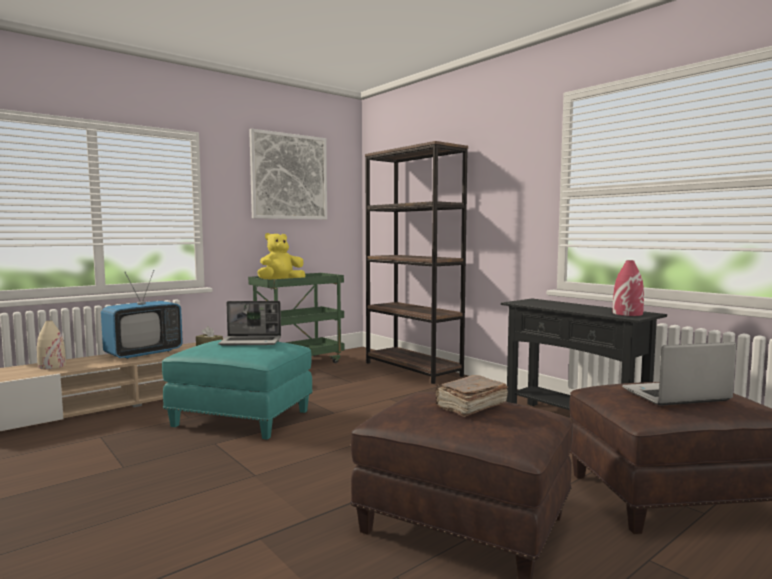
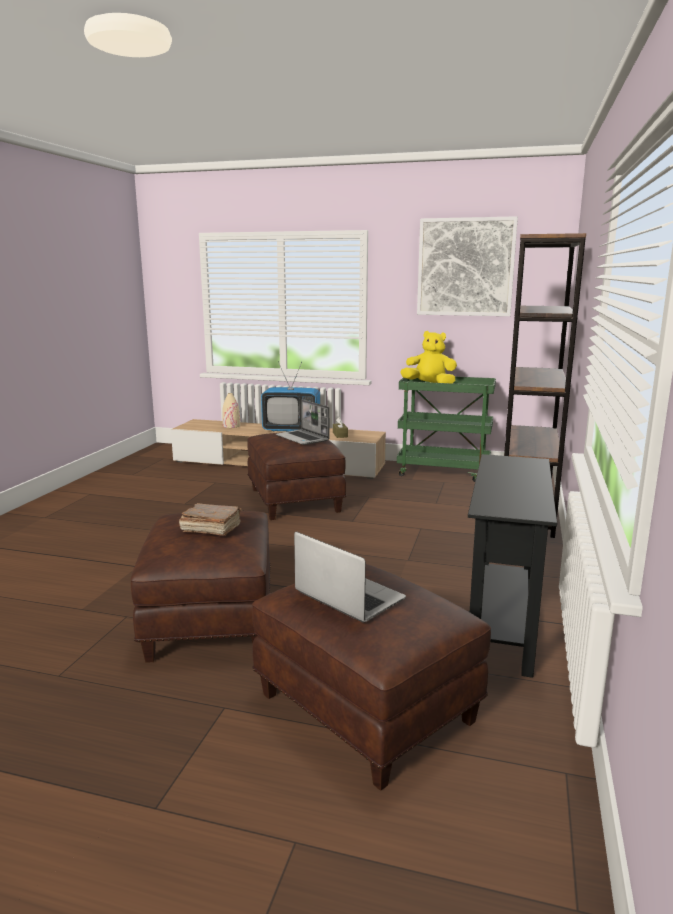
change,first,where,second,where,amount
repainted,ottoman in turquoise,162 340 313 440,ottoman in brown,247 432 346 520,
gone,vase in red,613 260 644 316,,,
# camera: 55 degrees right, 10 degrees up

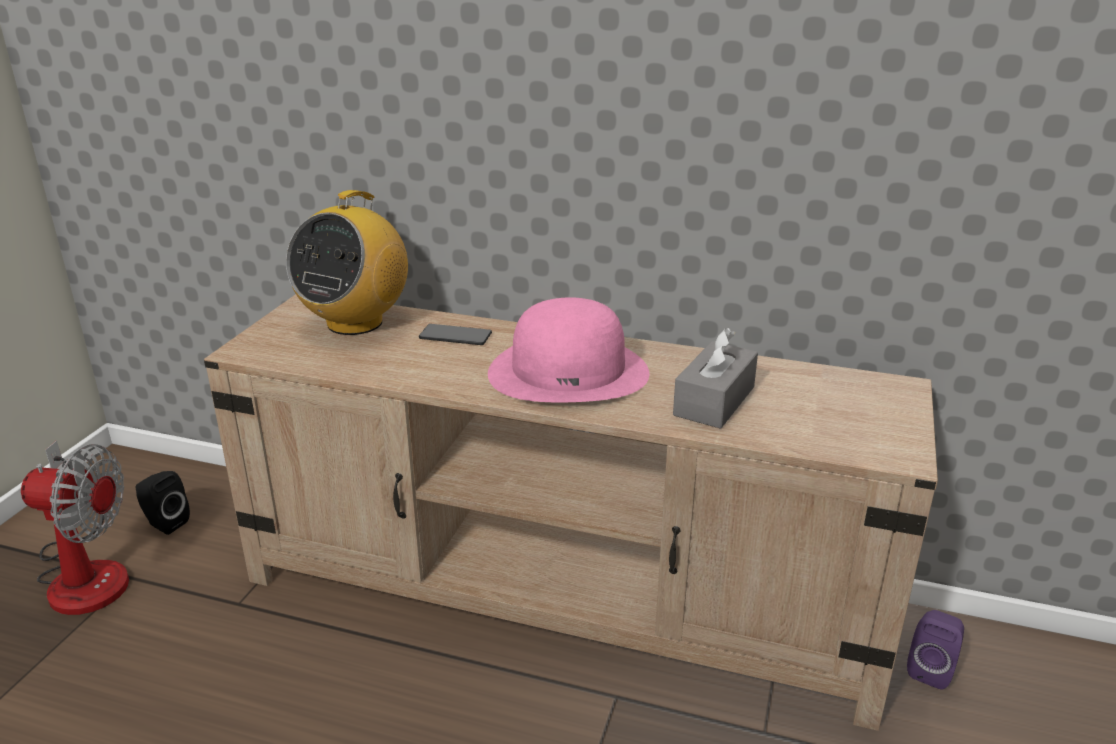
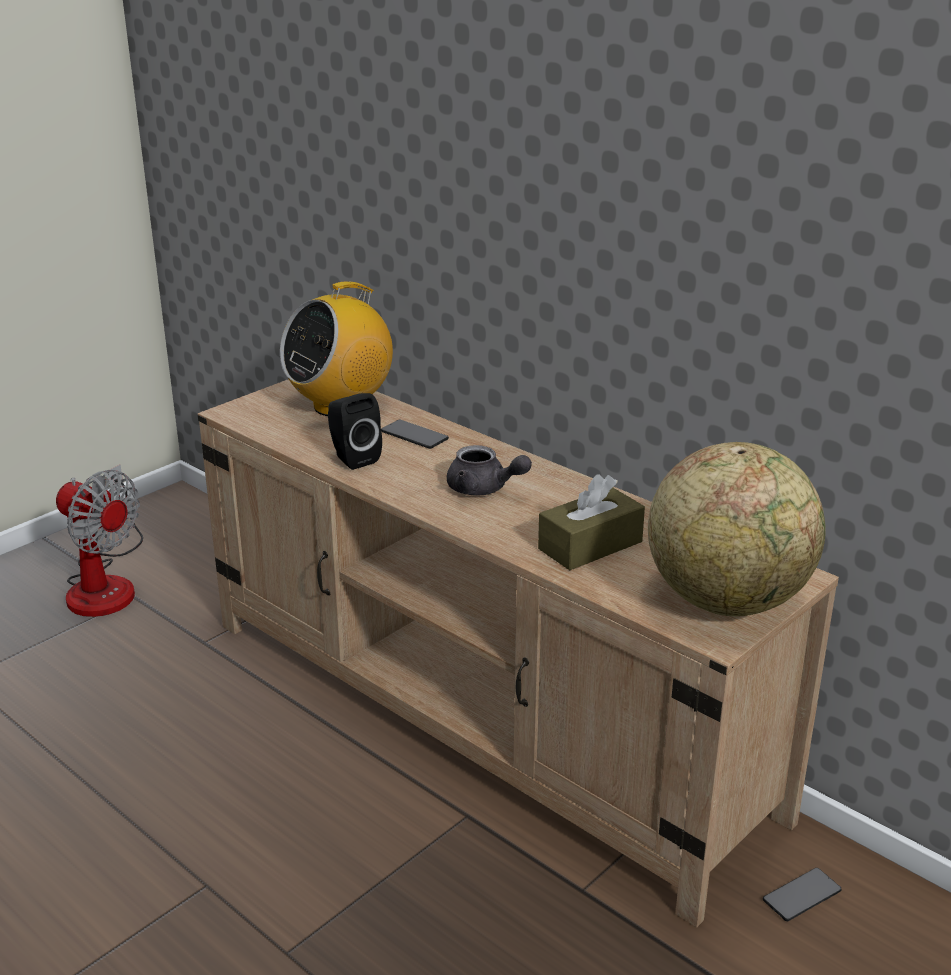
change,first,where,second,where,amount
shifted,speaker in black,136 471 190 535,,328 393 382 470,
swapped,hat in pink,488 297 649 402,teapot in grey,447 445 532 495,
repainted,tissue box in grey,673 328 758 429,tissue box in brown,538 474 645 570,
swapped,speaker in purple,907 610 964 689,phone,763 868 841 921,
new,,,globe,648 442 826 616,
# camera: 25 degrees right, 0 degrees up

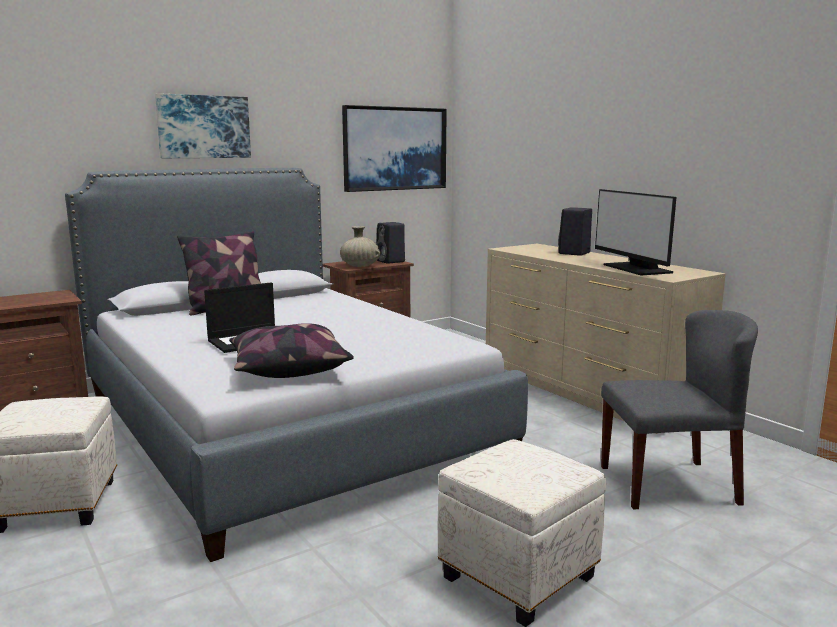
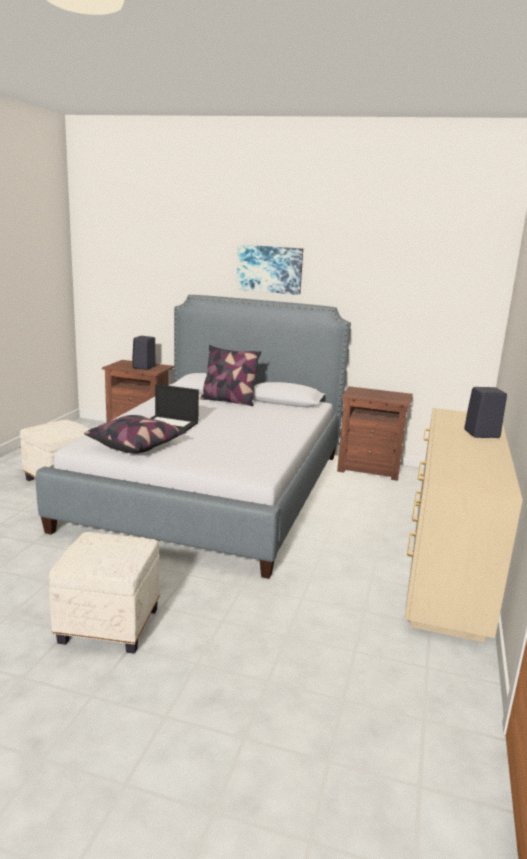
change,first,where,second,where,amount
gone,vase in beige,340 226 381 267,,,
gone,picture,342 105 447 192,,,
shifted,speaker in black,377 222 405 264,,132 336 156 370,
gone,monitor,595 189 677 275,,,
gone,chair in grey,601 310 758 509,,,
# camera: 50 degrees right, 5 degrees up

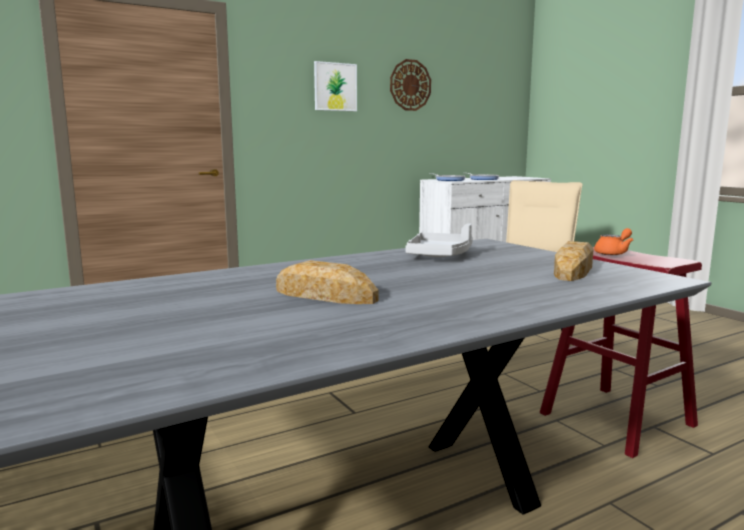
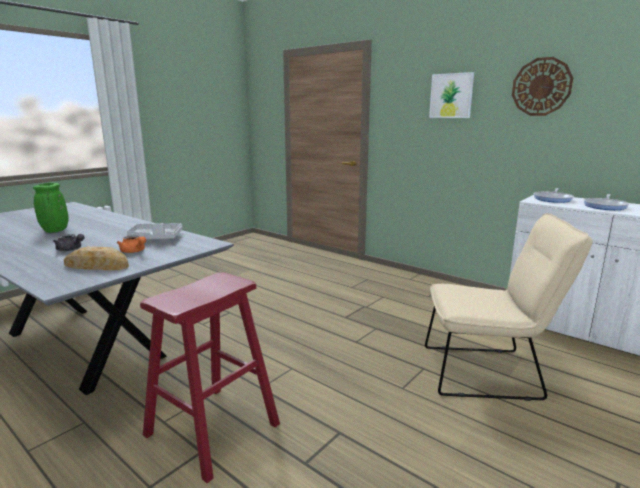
change,first,where,second,where,amount
swapped,bread,276 260 379 304,vase in green,33 183 68 233,
shifted,teapot in orange,594 228 633 255,,117 236 146 253,
new,,,teapot in grey,53 234 85 251,
# camera: 70 degrees right, 5 degrees up

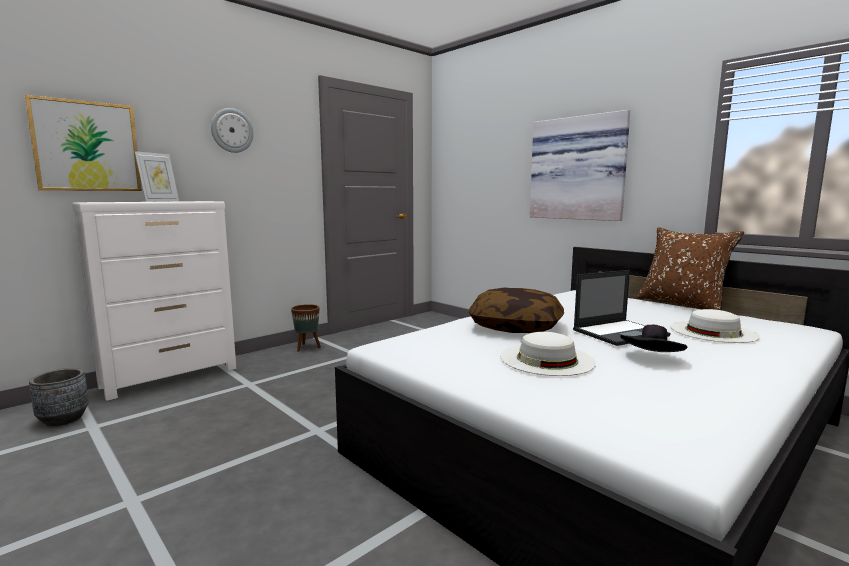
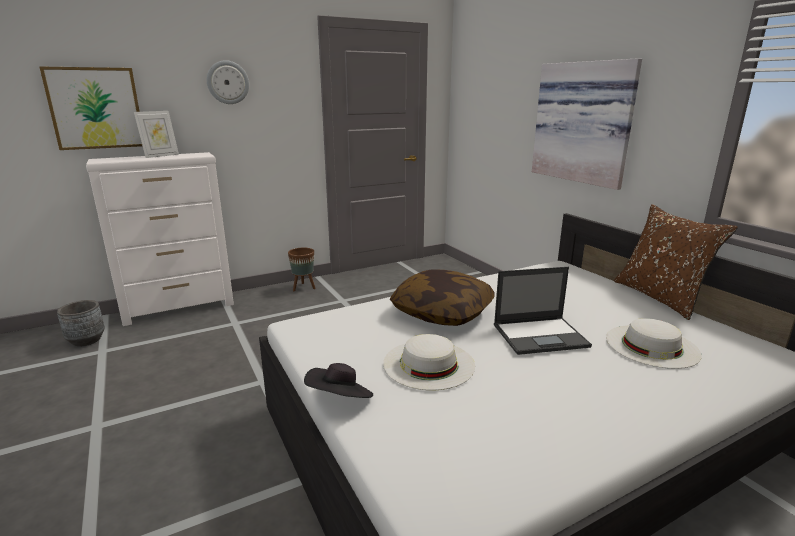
change,first,where,second,where,amount
shifted,hat in black,620 325 687 352,,304 363 373 398,
# camera: 15 degrees right, 10 degrees up

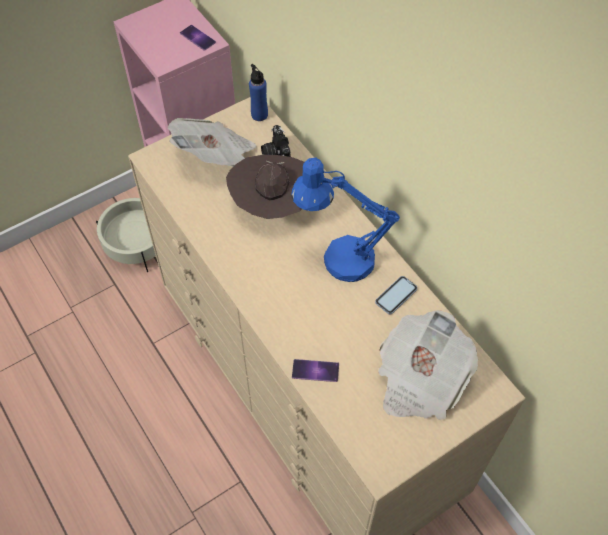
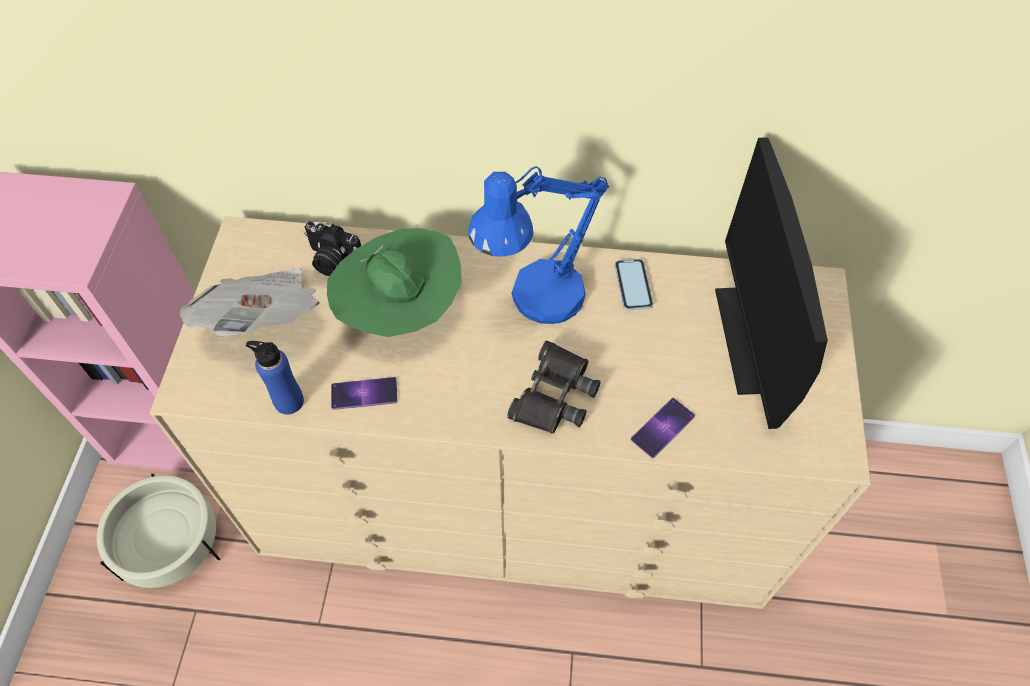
change,first,where,second,where,amount
shifted,phone,180 25 216 51,,331 377 398 410,
repainted,hat in brown,226 155 304 219,hat in green,327 228 462 337,
shifted,bottle in blue,249 64 268 121,,246 341 304 414,
swapped,newspaper,378 310 478 420,monitor,715 137 828 429,
new,,,binoculars in black,507 340 601 434,
# camera: 50 degrees left, 0 degrees up

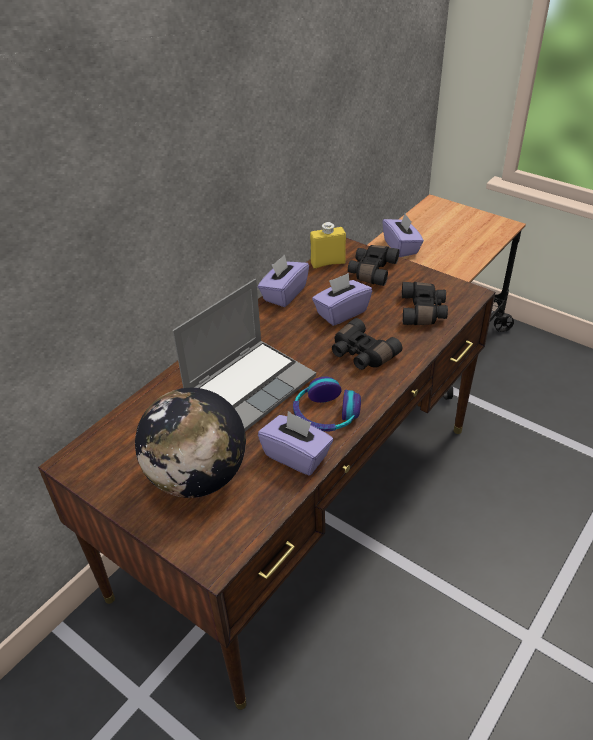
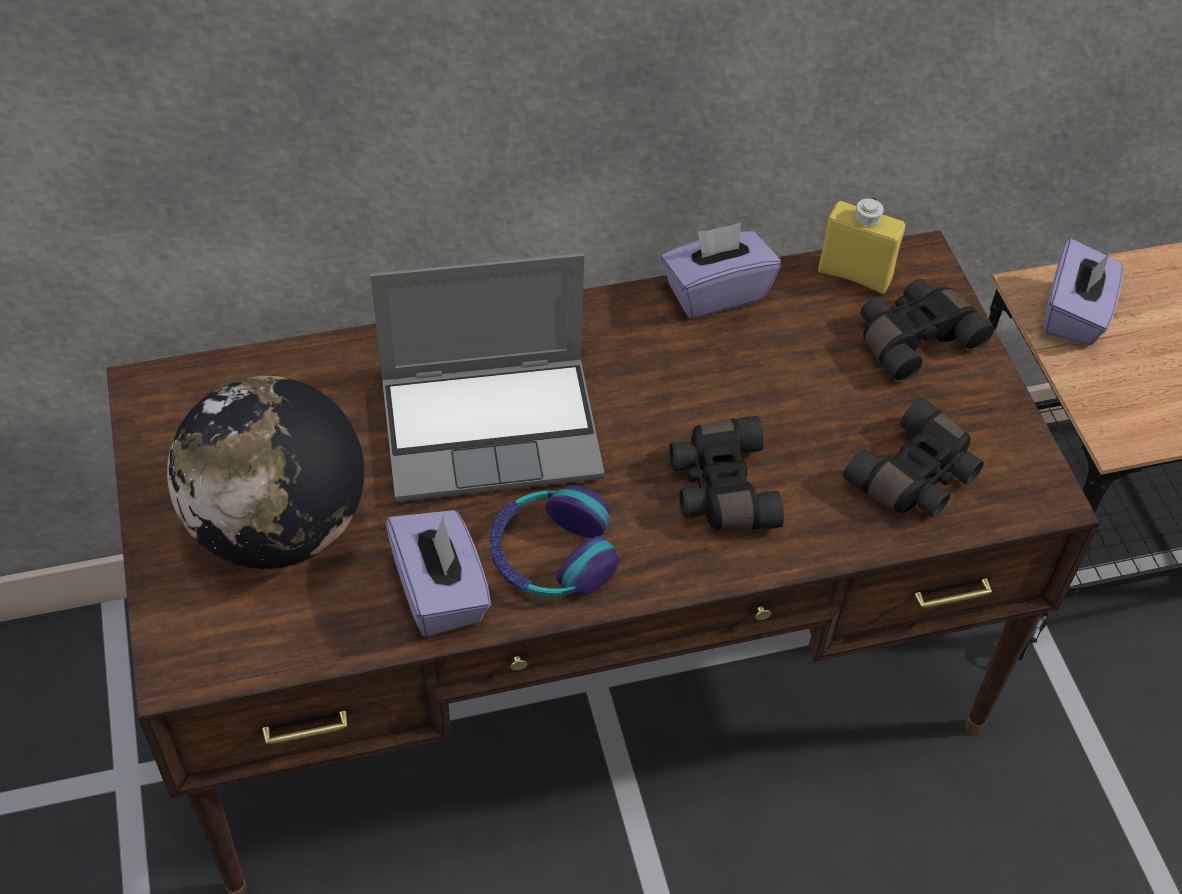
change,first,where,second,where,amount
gone,tissue box in purple,312 273 372 326,,,
# camera: 35 degrees right, 10 degrees up

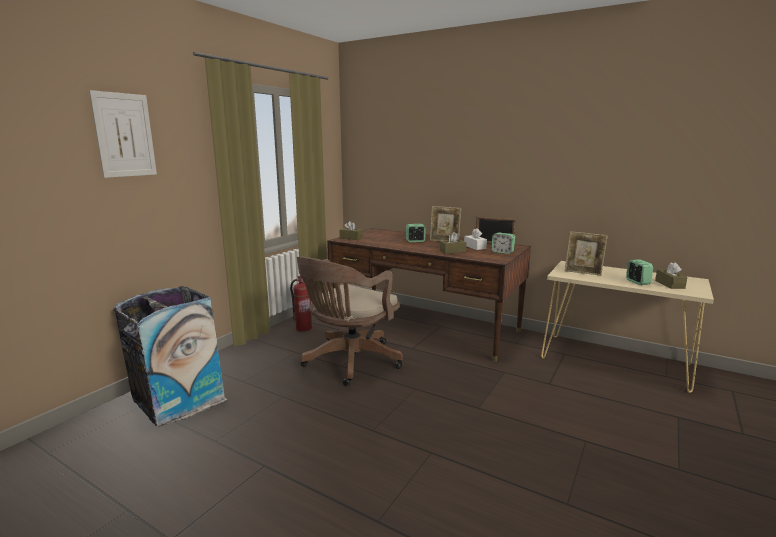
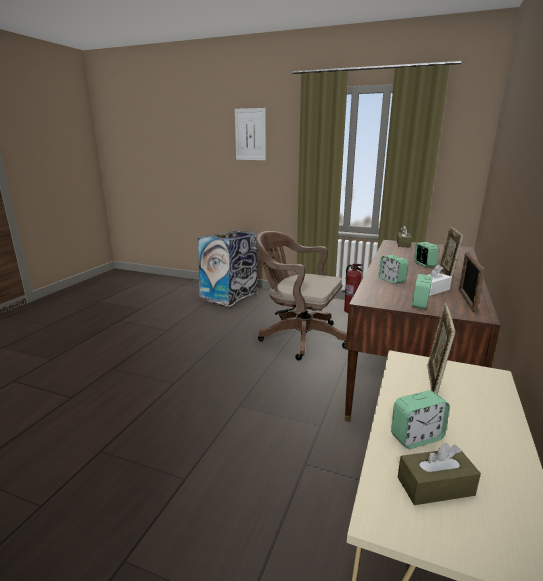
change,first,where,second,where,amount
swapped,tissue box in brown,440 232 466 254,alarm clock,379 255 408 284,
# camera: 80 degrees right, 5 degrees up

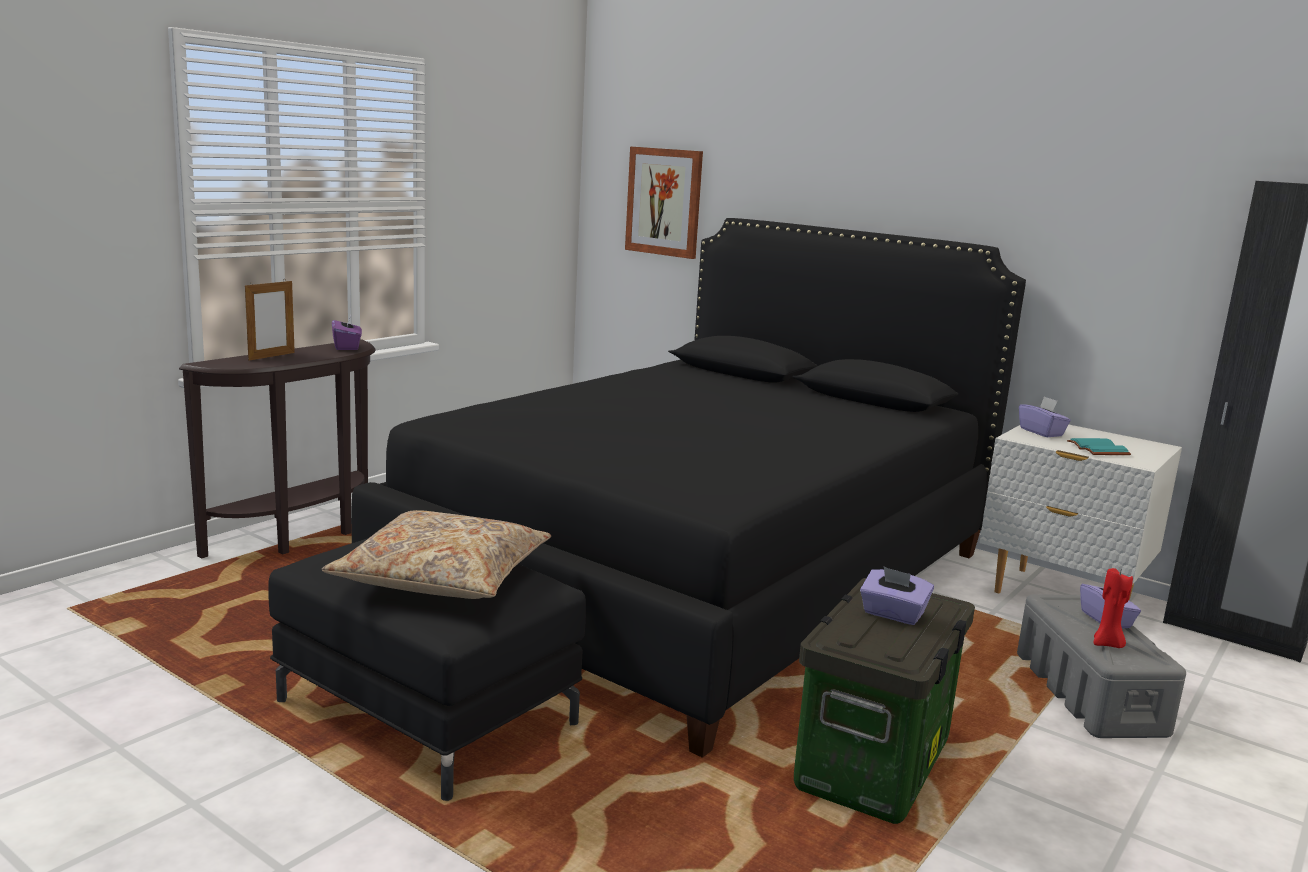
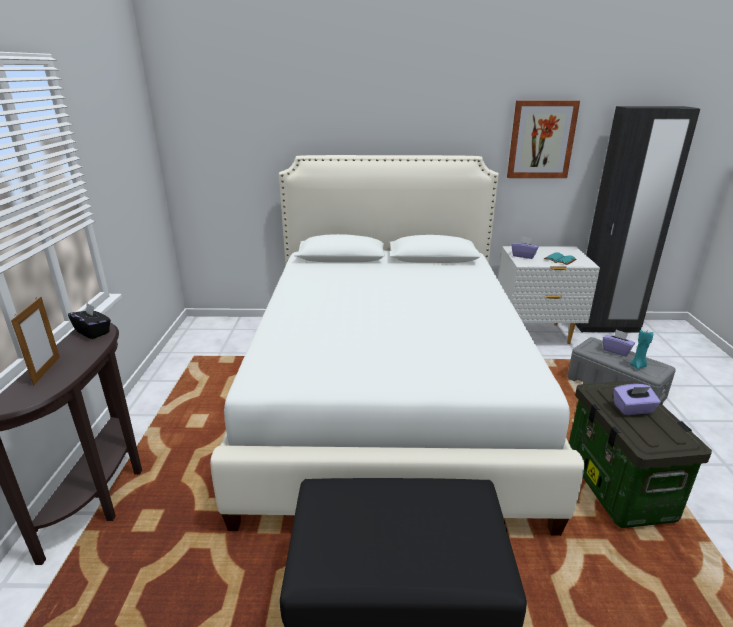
change,first,where,second,where,amount
gone,pillow in beige,322 510 551 599,,,
repainted,tissue box in purple,332 315 362 350,tissue box in black,68 303 111 339,
repainted,bed in black,351 218 1026 758,bed in white,210 155 584 536,
shifted,picture,625 147 703 259,,507 100 580 178,
repainted,candle in red,1094 568 1133 648,candle in turquoise,630 329 653 370,
# camera: 35 degrees left, 10 degrees up

